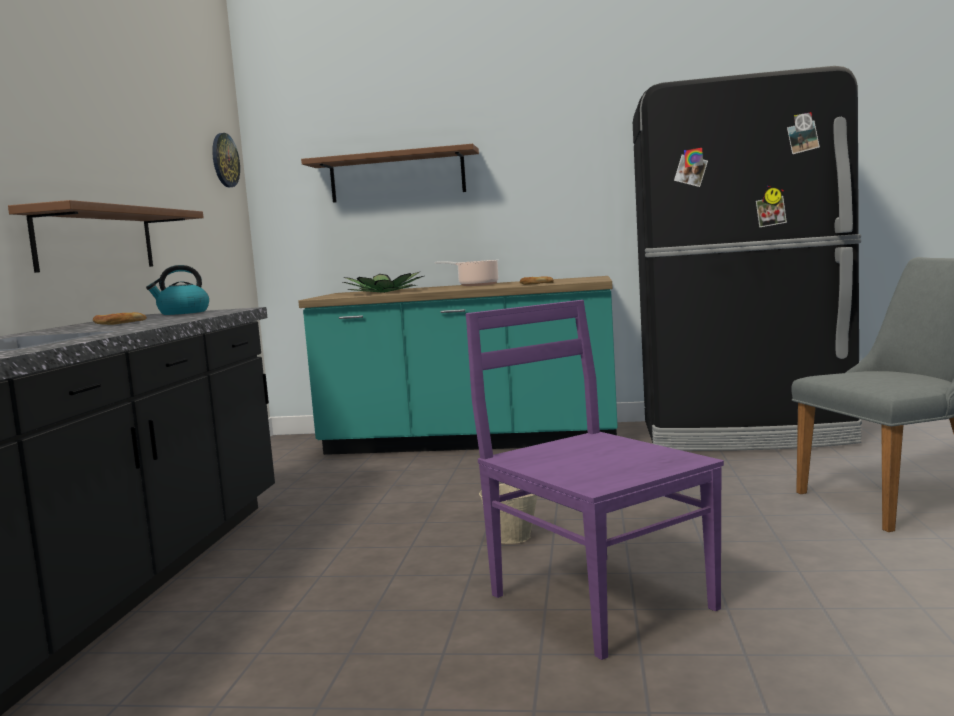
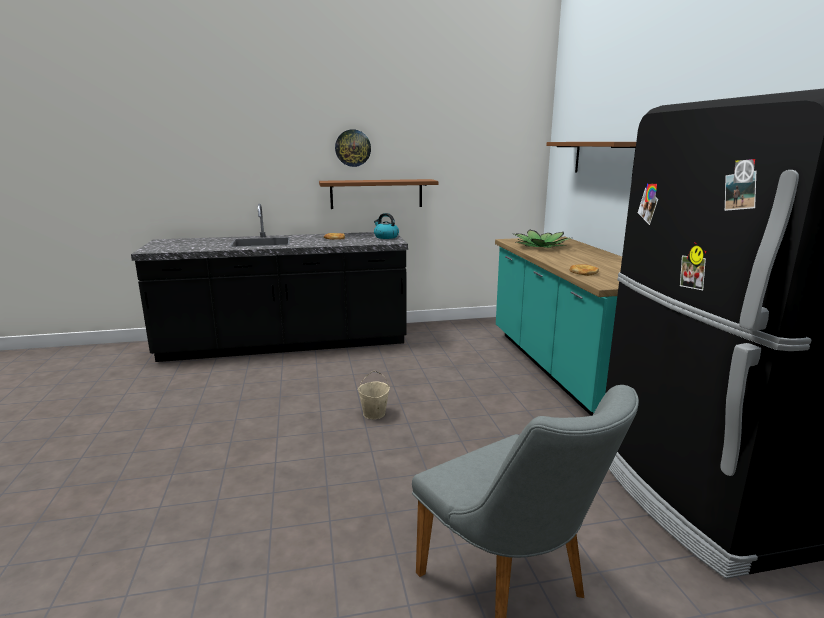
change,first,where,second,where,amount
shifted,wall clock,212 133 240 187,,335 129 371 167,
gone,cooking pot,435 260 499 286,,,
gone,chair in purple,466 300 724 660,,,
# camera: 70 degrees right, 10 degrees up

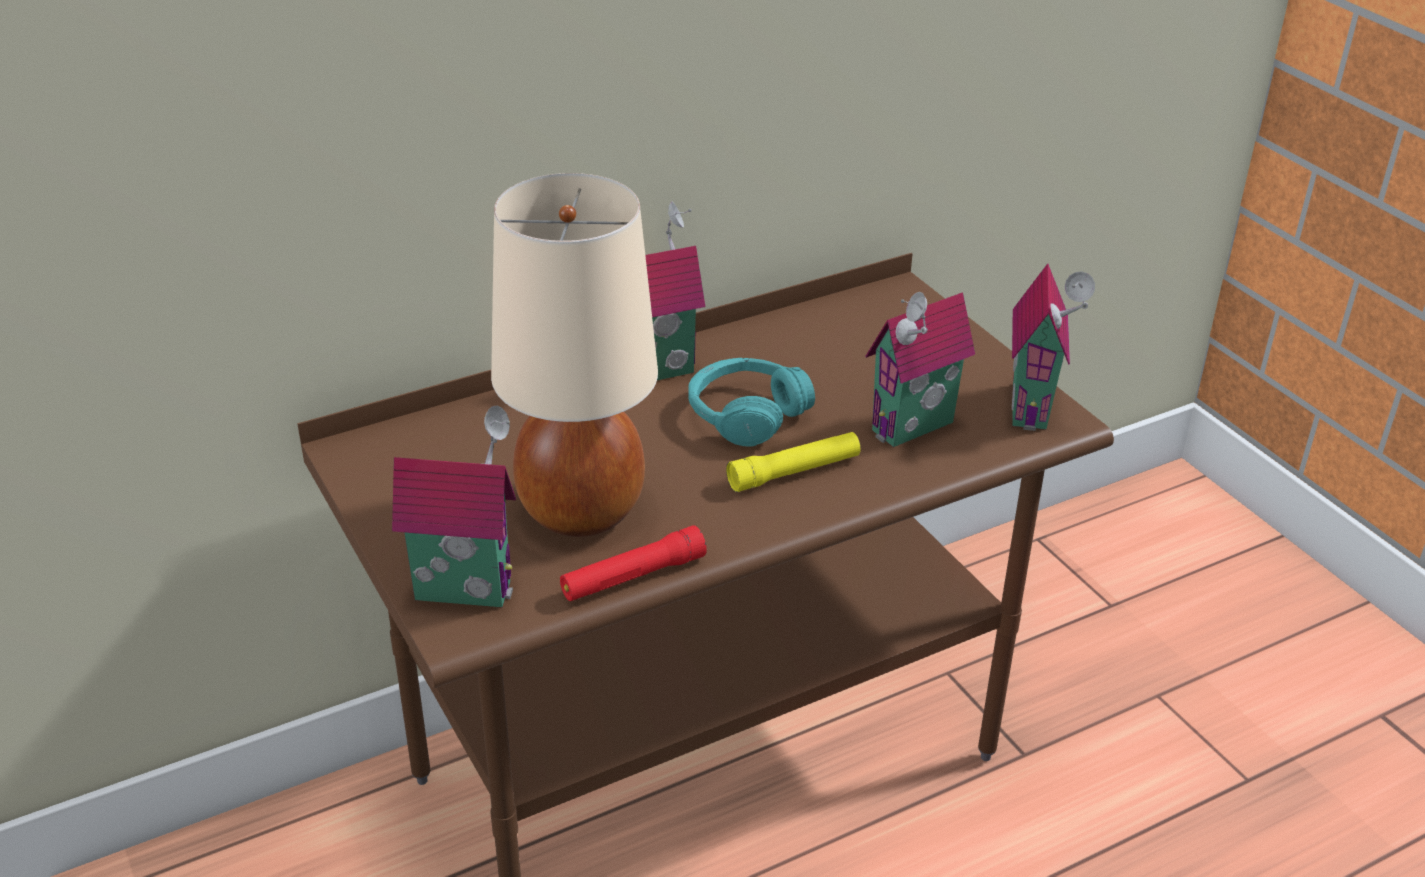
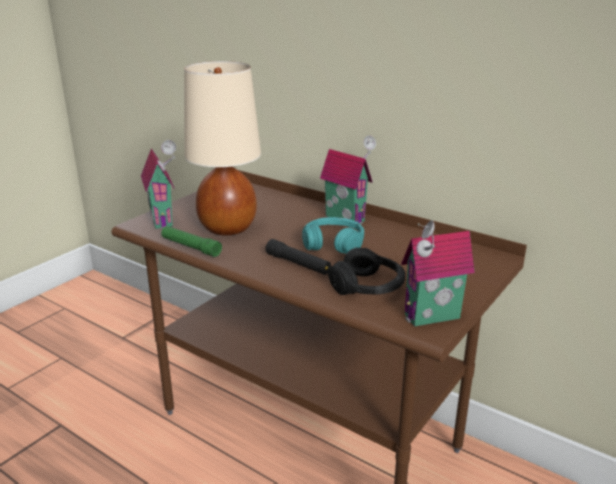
change,first,where,second,where,amount
repainted,flashlight in red,560 525 707 601,flashlight in green,161 226 222 257,
repainted,flashlight in yellow,726 432 861 492,flashlight in black,265 239 331 275,
swapped,toy house,865 292 975 447,headphones in black,328 248 405 295,
# camera: 65 degrees right, 10 degrees down

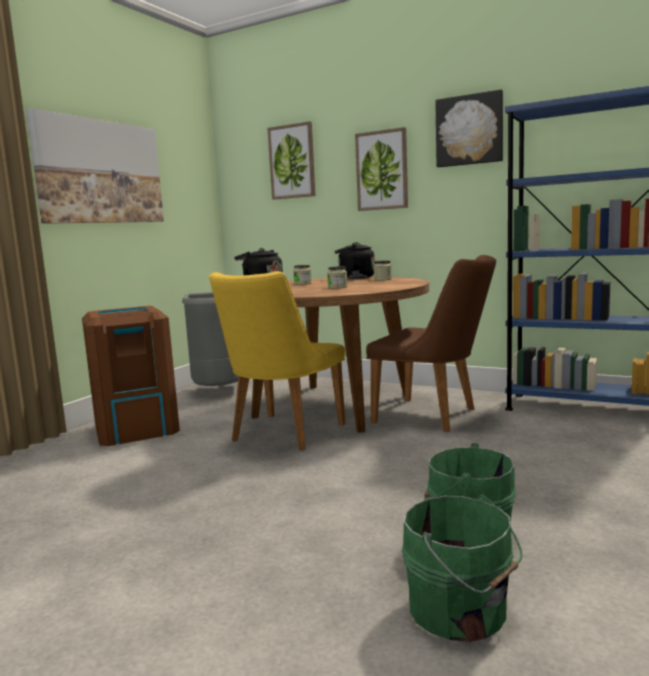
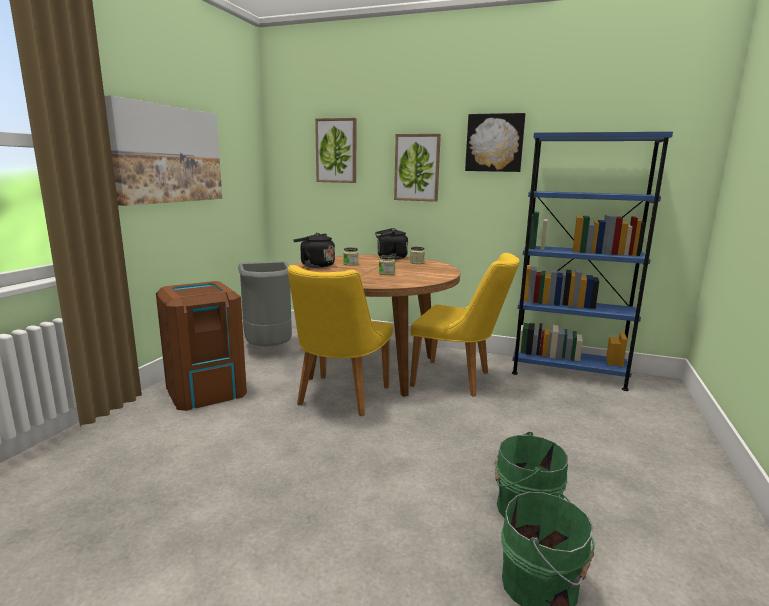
change,first,where,second,where,amount
repainted,chair in brown,366 255 496 432,chair in yellow,410 253 520 397,
# camera: 10 degrees left, 5 degrees up

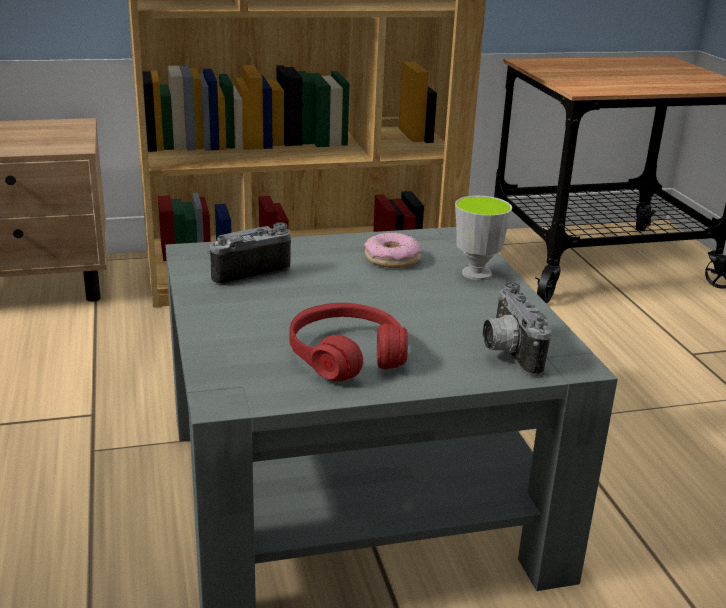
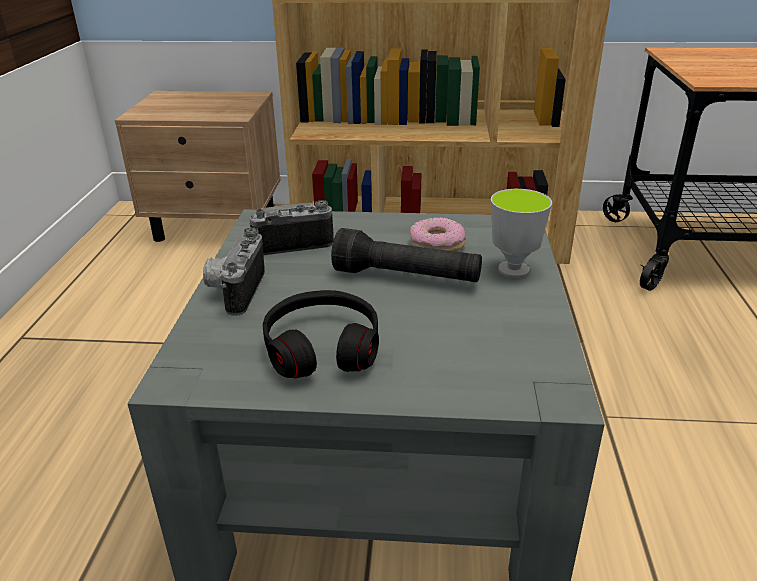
change,first,where,second,where,amount
repainted,headphones in red,289 303 408 381,headphones in black,263 290 379 378,
shifted,photo camera,482 282 551 376,,203 227 265 316,
new,,,flashlight in black,331 228 482 282,
# camera: 20 degrees right, 5 degrees up

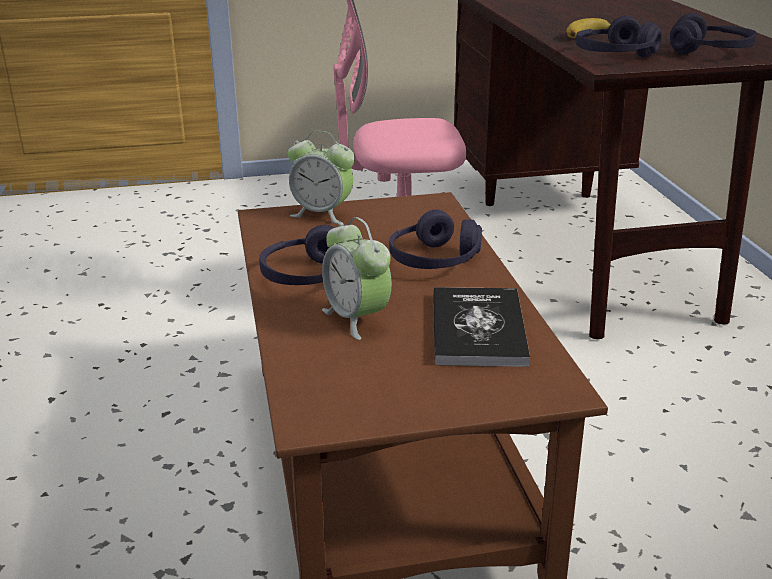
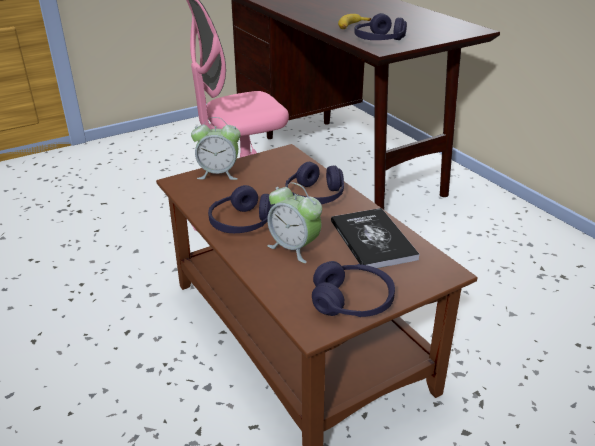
change,first,where,second,where,amount
shifted,headphones in purple,670 13 757 54,,312 261 395 317,
# camera: 20 degrees left, 5 degrees up

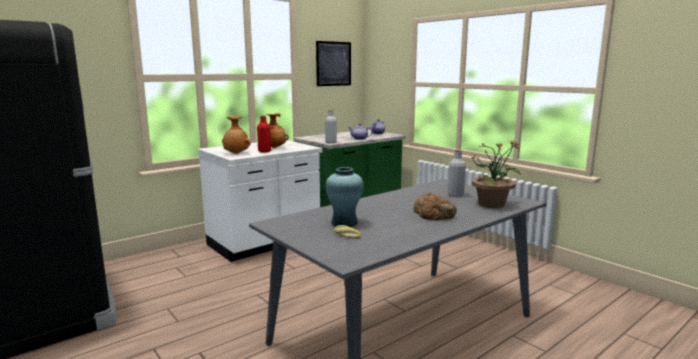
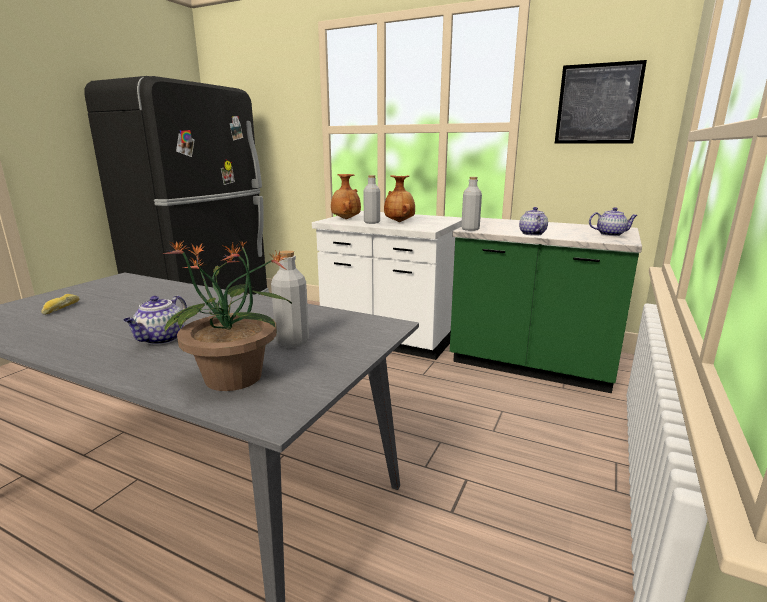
change,first,where,second,where,amount
repainted,bottle in red,257 115 271 153,bottle in grey,363 175 380 224,
gone,vase in turquoise,326 167 364 227,,,
swapped,bread,414 193 457 220,teapot,123 296 187 345,
# camera: 65 degrees right, 5 degrees up

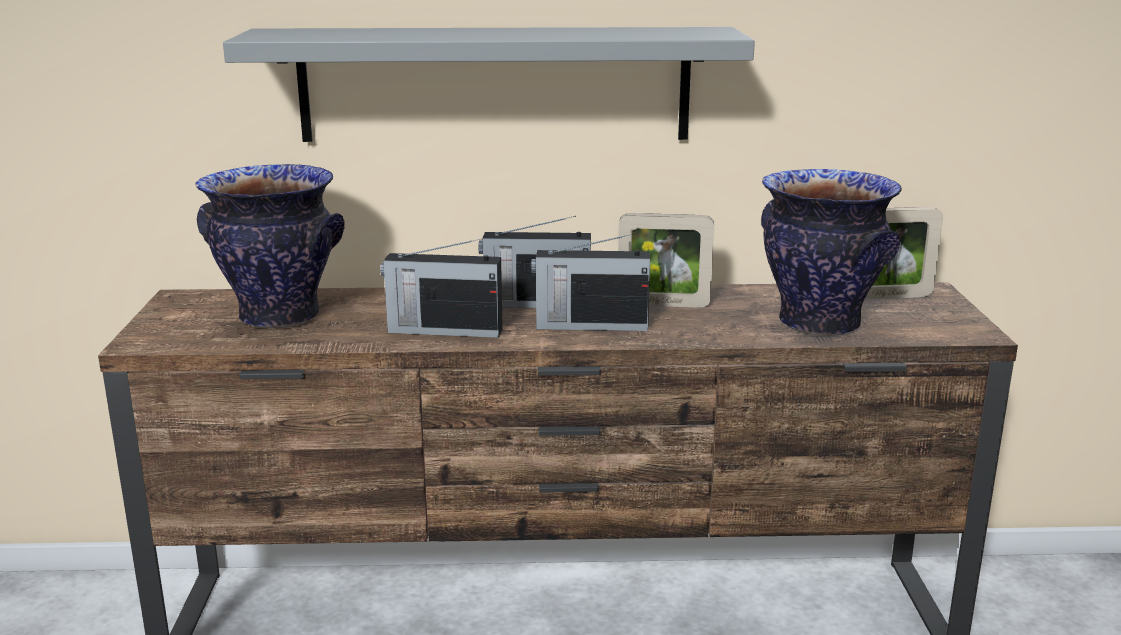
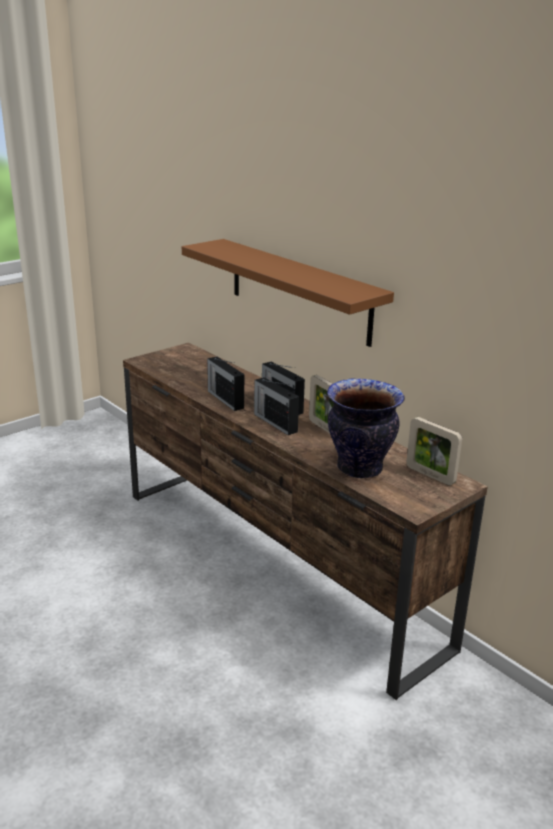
change,first,where,second,where,amount
gone,vase,195 164 345 329,,,
repainted,shelf in grey,223 27 755 142,shelf in brown,182 239 394 347,
# camera: 50 degrees right, 5 degrees up

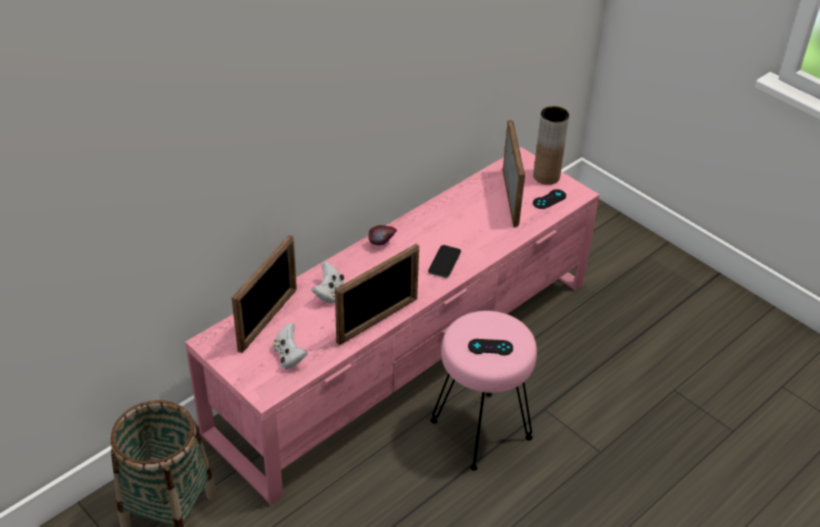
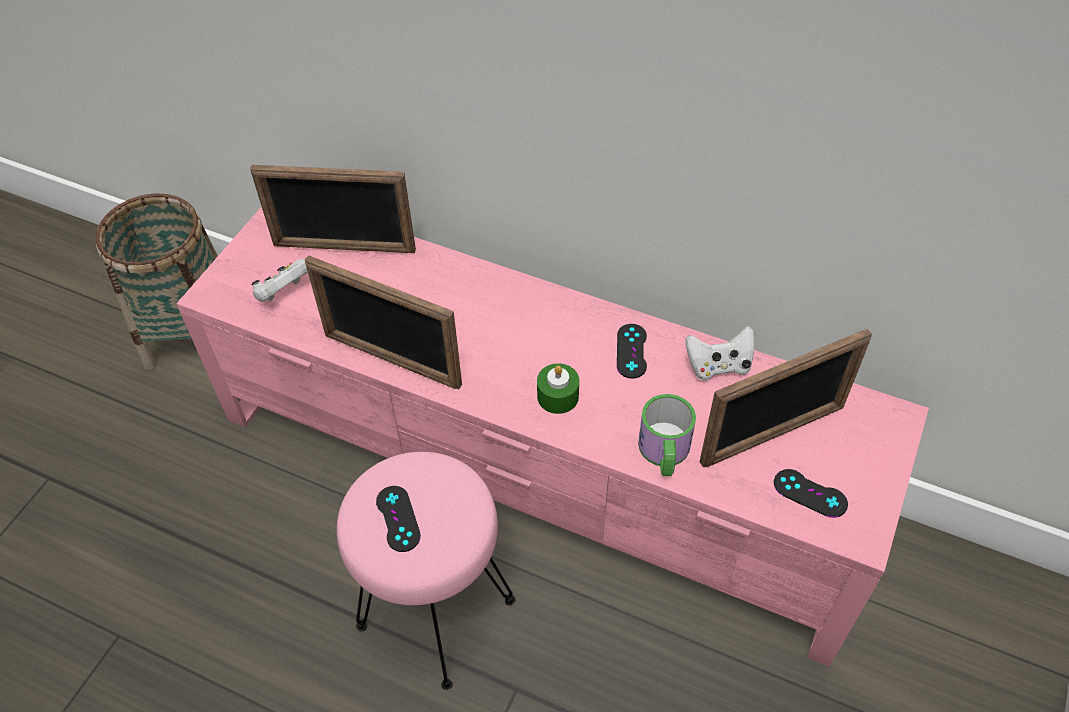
change,first,where,second,where,amount
shifted,game controller in white,311 261 344 304,,686 326 754 381,
gone,apple,369 225 397 245,,,
swapped,phone,428 245 461 278,candle in green,537 363 579 414,
gone,vase in brown,533 106 569 185,,,
new,,,game controller in black,617 324 647 379,
new,,,mug,638 394 696 476,
# camera: 70 degrees right, 10 degrees up

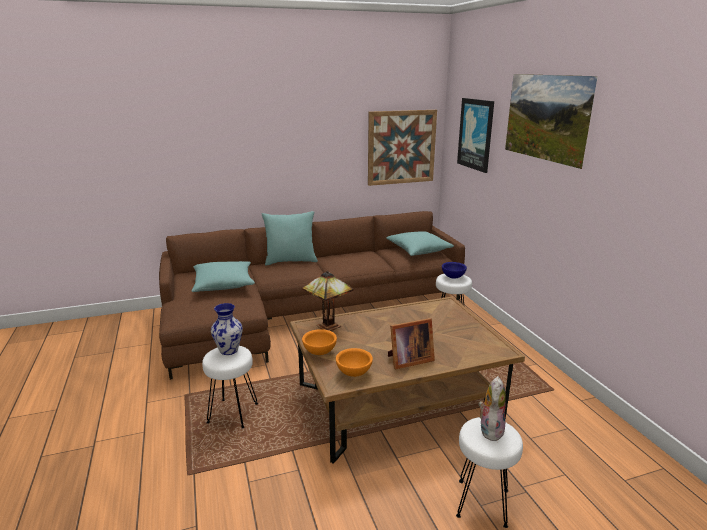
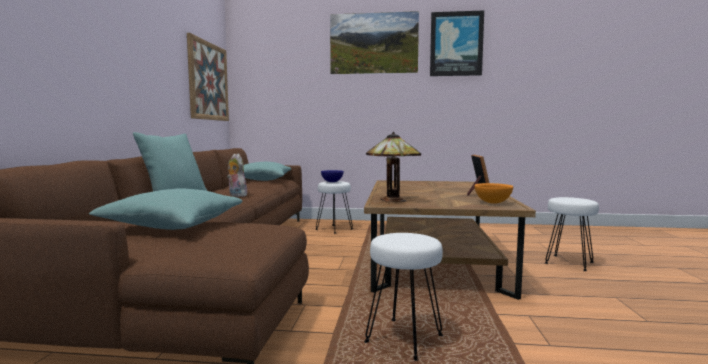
change,first,where,second,where,amount
gone,vase,211 303 243 355,,,
gone,bowl in orange,302 329 337 355,,,
shifted,picture,457 98 494 173,,430 10 484 76,
shifted,plush toy,479 376 506 441,,227 154 247 197,
# camera: 65 degrees left, 15 degrees down

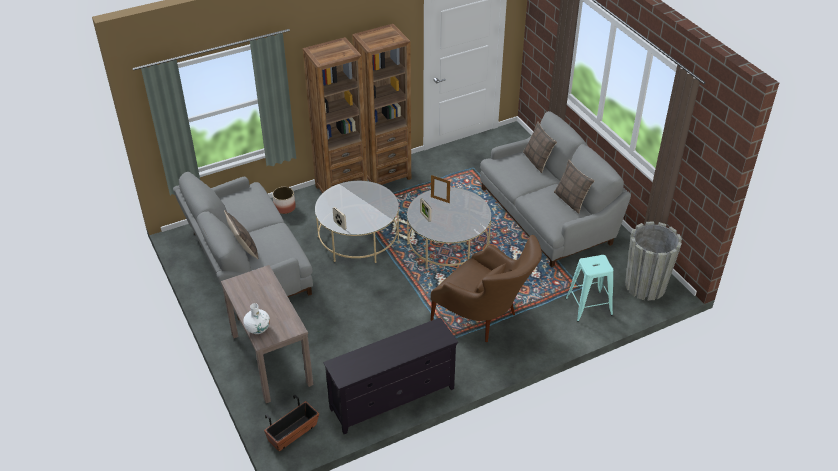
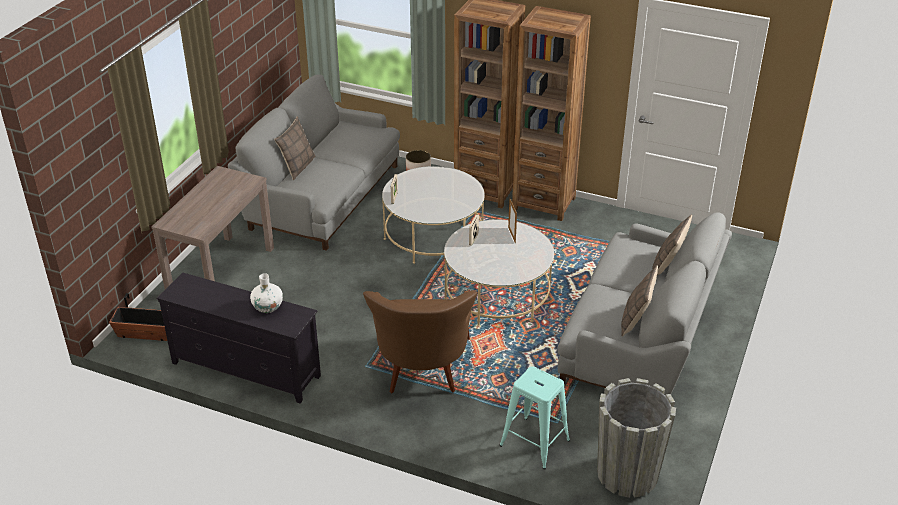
change,first,where,second,where,amount
shifted,vase in white,243 303 270 334,,250 273 283 313,
# camera: 50 degrees right, 5 degrees down

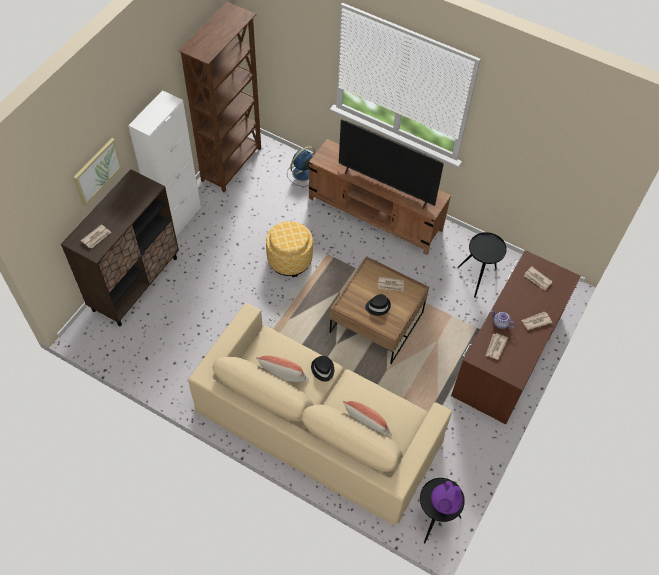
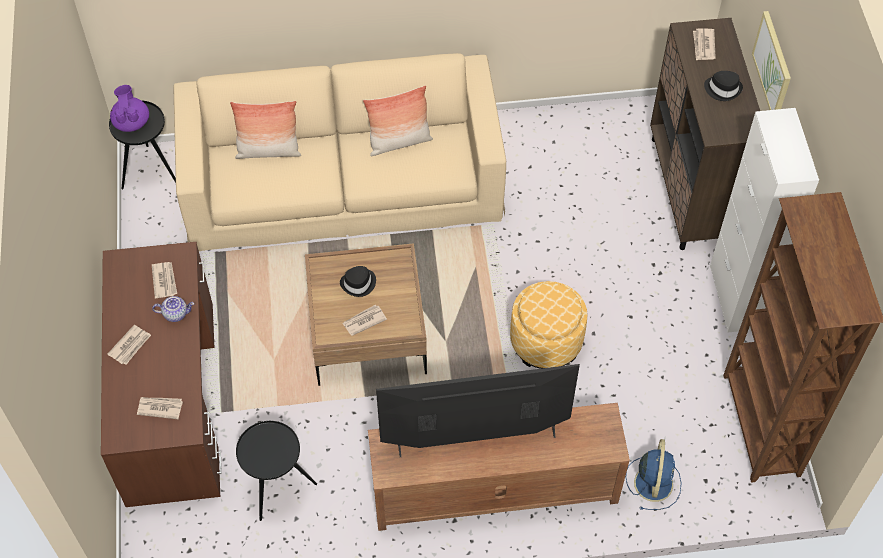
change,first,where,second,where,amount
shifted,hat in black,311 356 334 382,,704 71 743 101,
# camera: 145 degrees right, 0 degrees up

